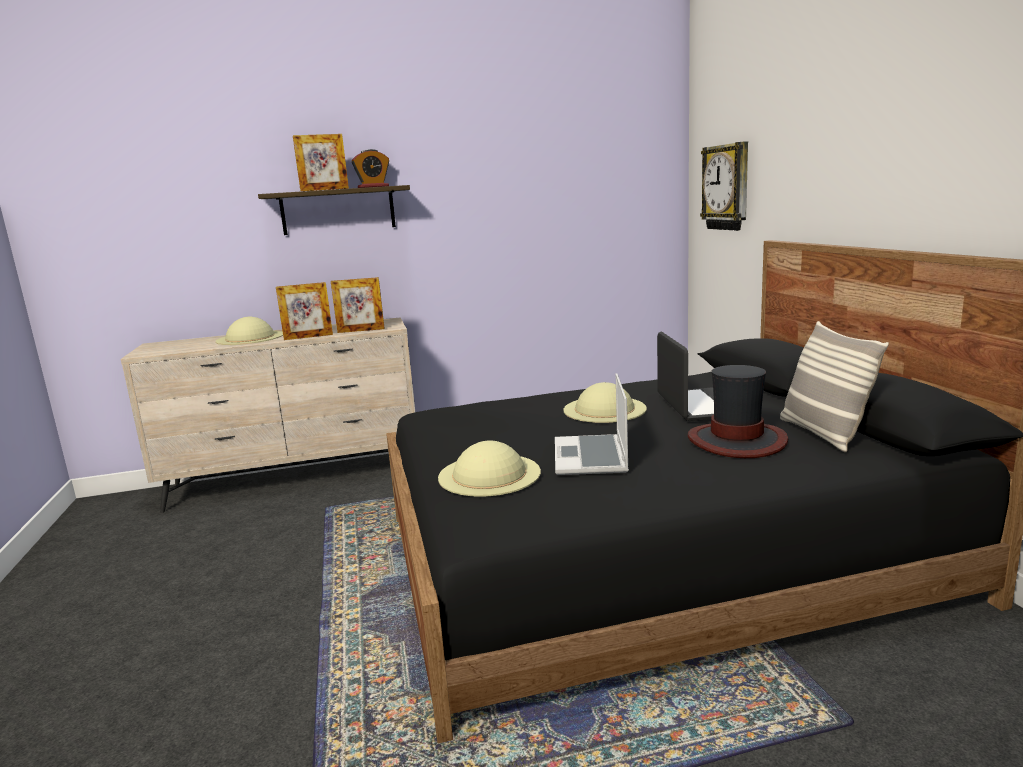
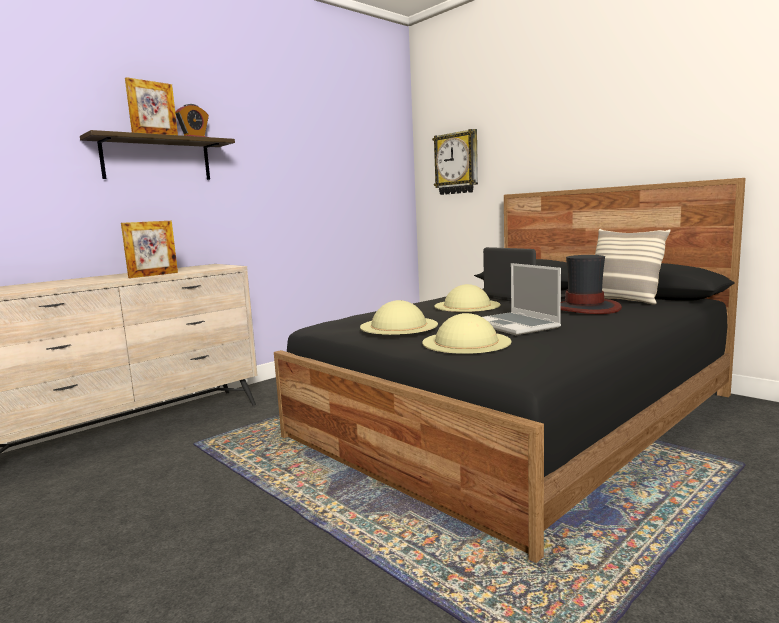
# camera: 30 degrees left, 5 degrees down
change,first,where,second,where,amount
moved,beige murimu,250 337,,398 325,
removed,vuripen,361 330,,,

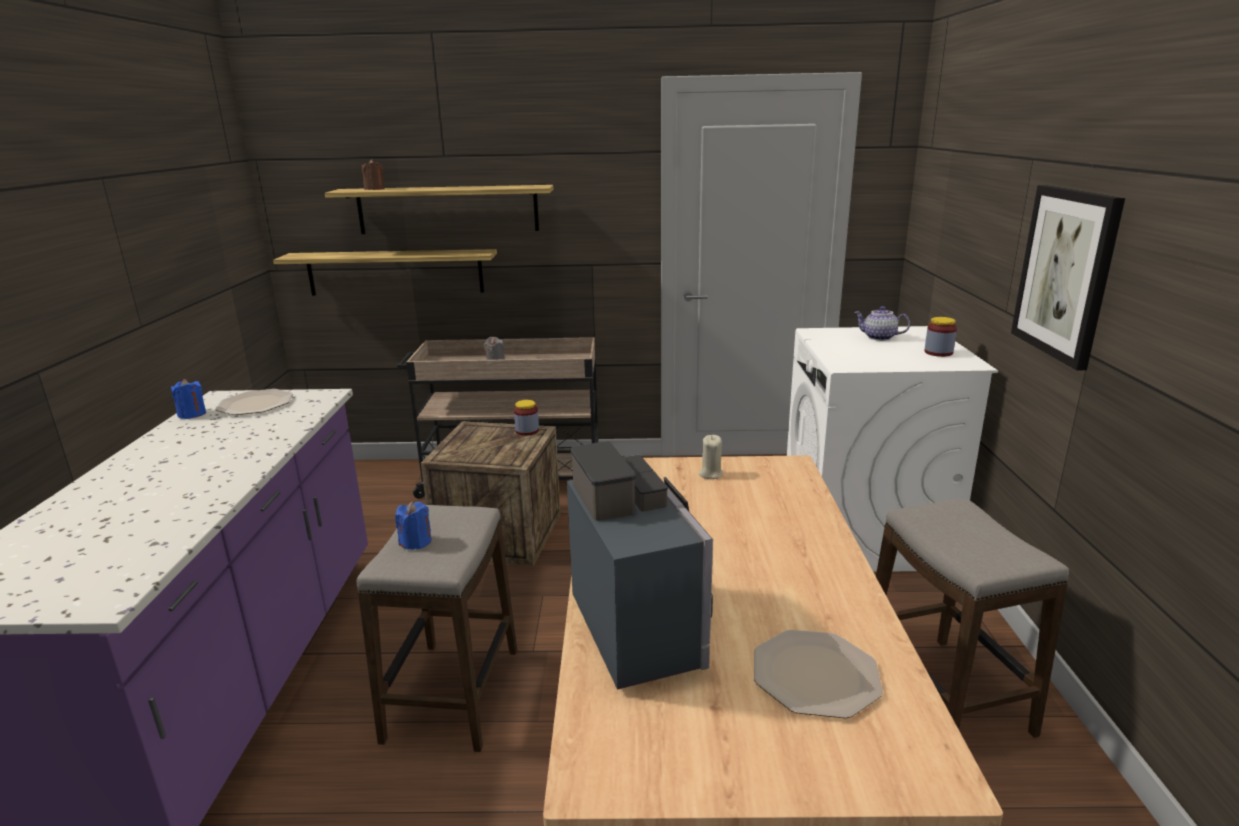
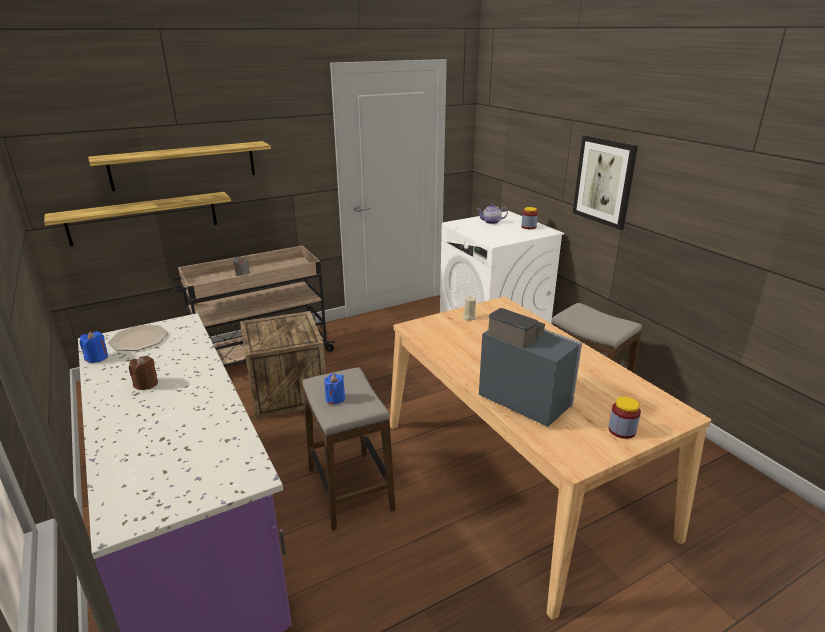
# camera: 30 degrees left, 5 degrees up
change,first,where,second,where,amount
moved,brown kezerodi,374 189,,146 384,
moved,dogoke,527 431,,622 430,
removed,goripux,814 674,,,

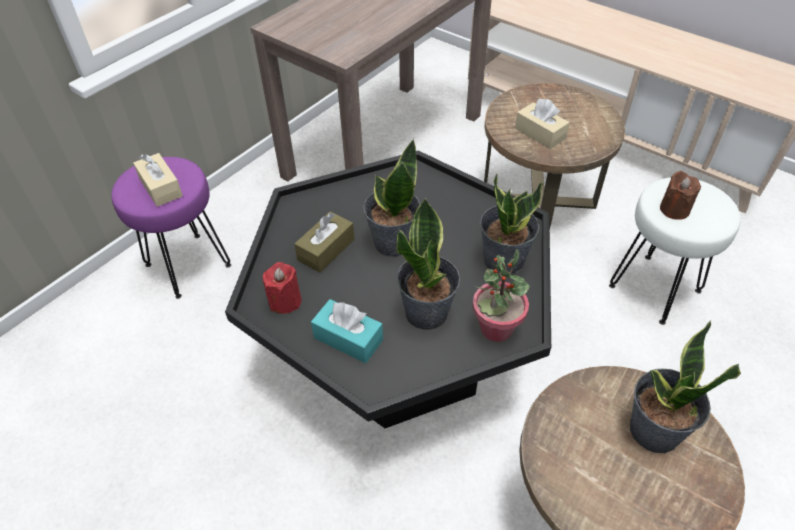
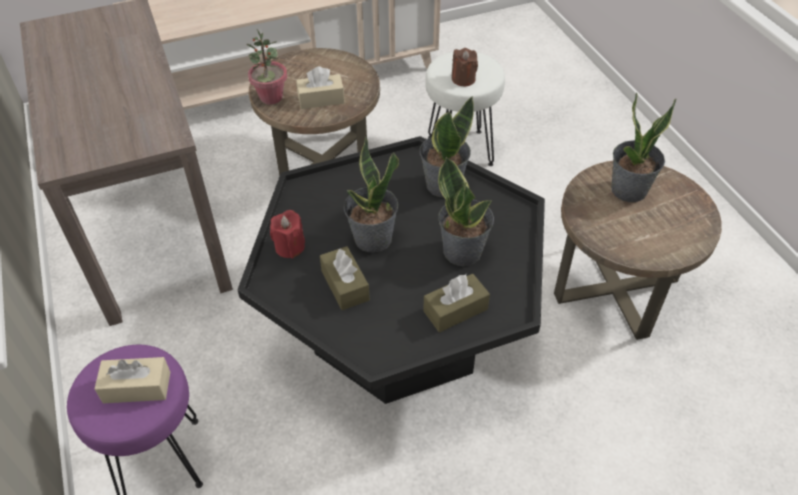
# camera: 60 degrees left, 0 degrees up
change,first,where,second,where,amount
moved,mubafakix,496 329,,271 97,
moved,red kezerodi,285 301,,289 247,
recoloured,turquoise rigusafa,348 338,brown rigusafa,455 310,

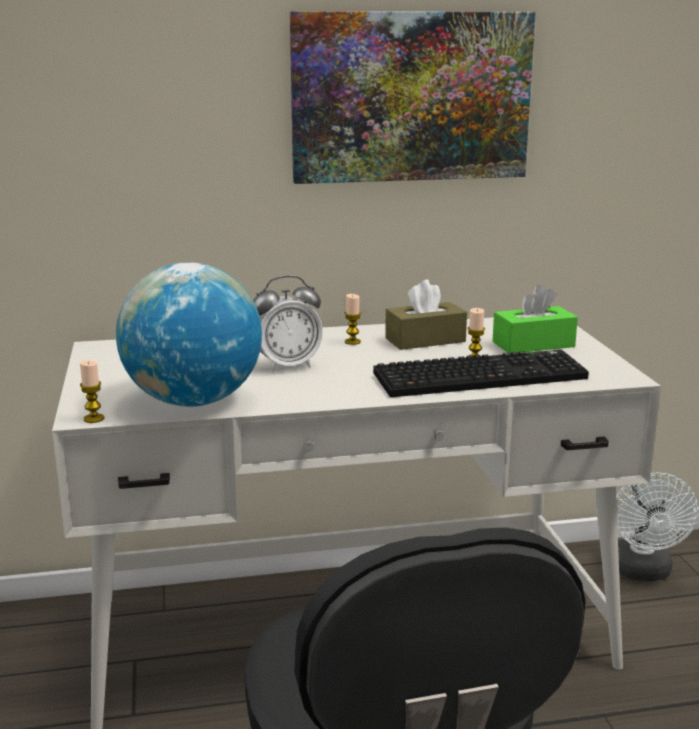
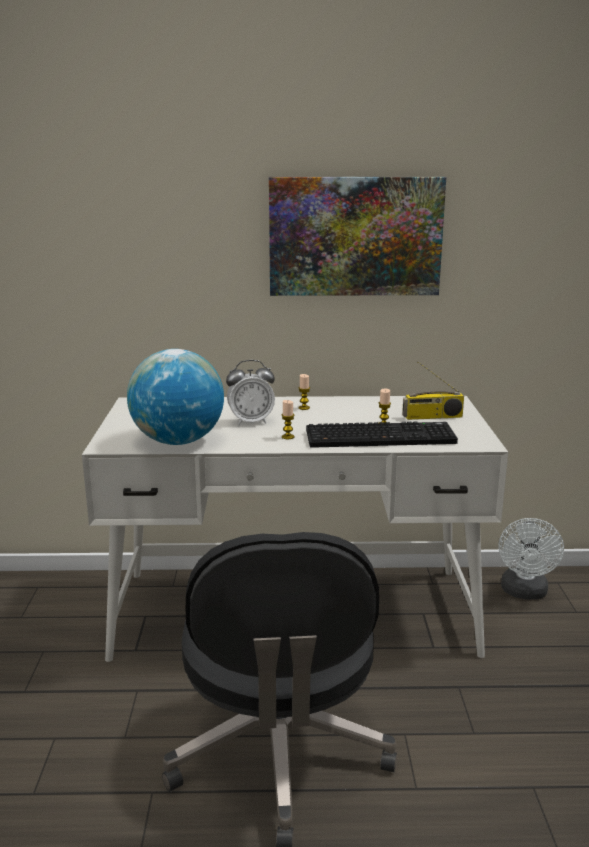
# camera: 10 degrees right, 0 degrees up
change,first,where,second,where,amount
moved,kezerodi,94 419,,288 437,
replaced,green rigusafa,533 344,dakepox,432 417,
removed,brown rigusafa,425 340,,,

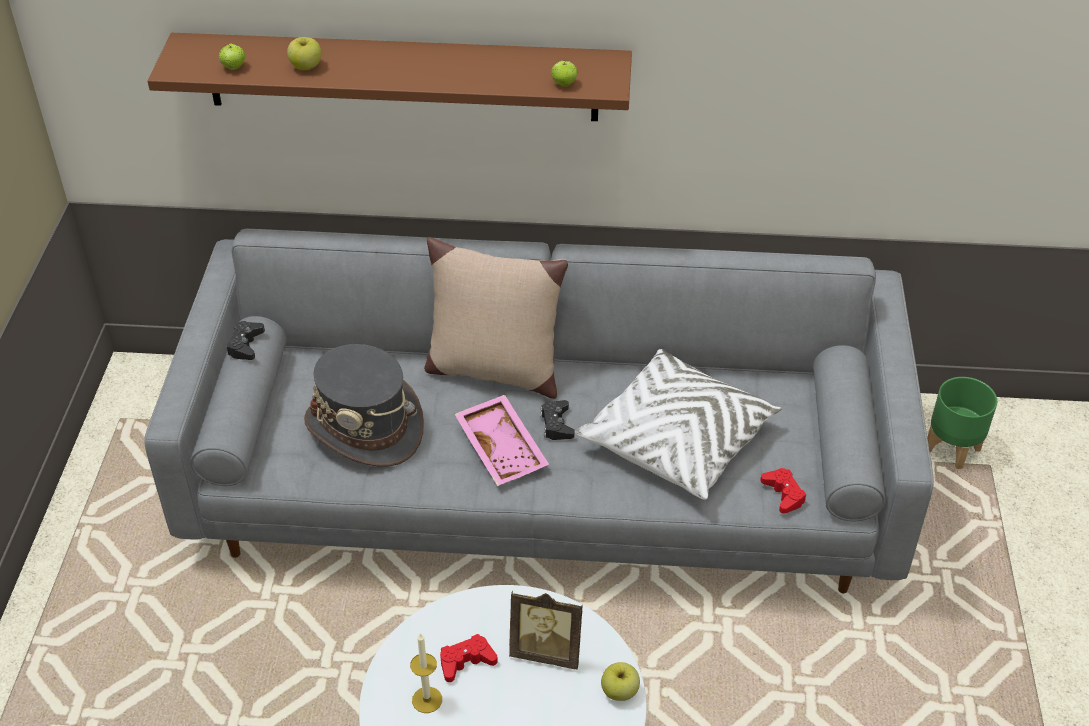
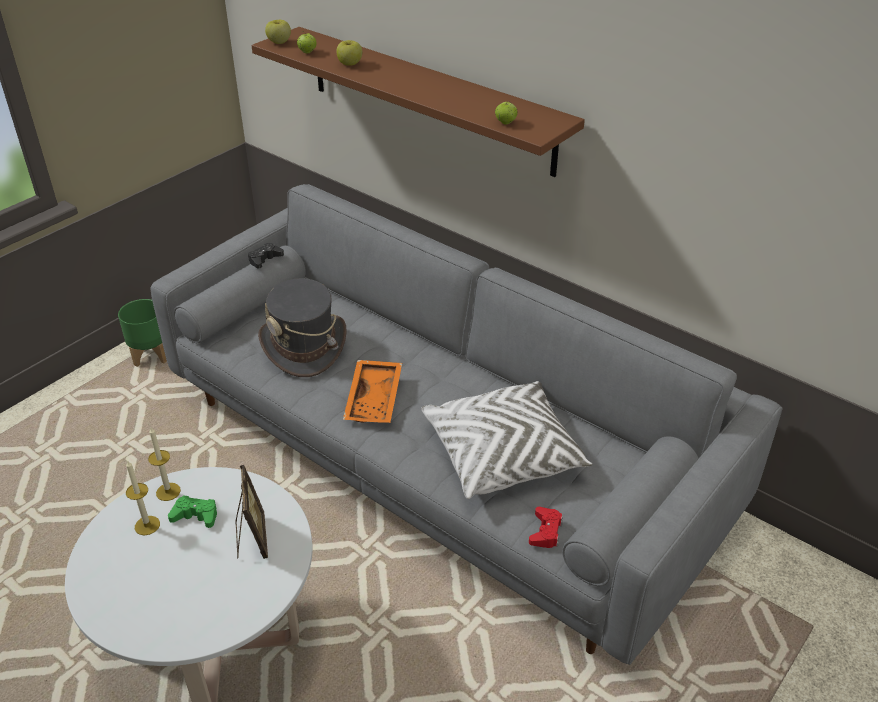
# camera: 35 degrees right, 5 degrees down
change,first,where,second,where,amount
moved,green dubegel,952 449,,152 356,
added,,,kezerodi,168 491,
recoloured,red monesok,466 661,green monesok,195 516,
turned,vuripen,547 651,,251 539,150 degrees counterclockwise
moved,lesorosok,620 692,,279 42,
recoloured,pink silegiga,503 448,orange silegiga,375 399,
removed,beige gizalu,493 370,,,
removed,black monesok,556 424,,,

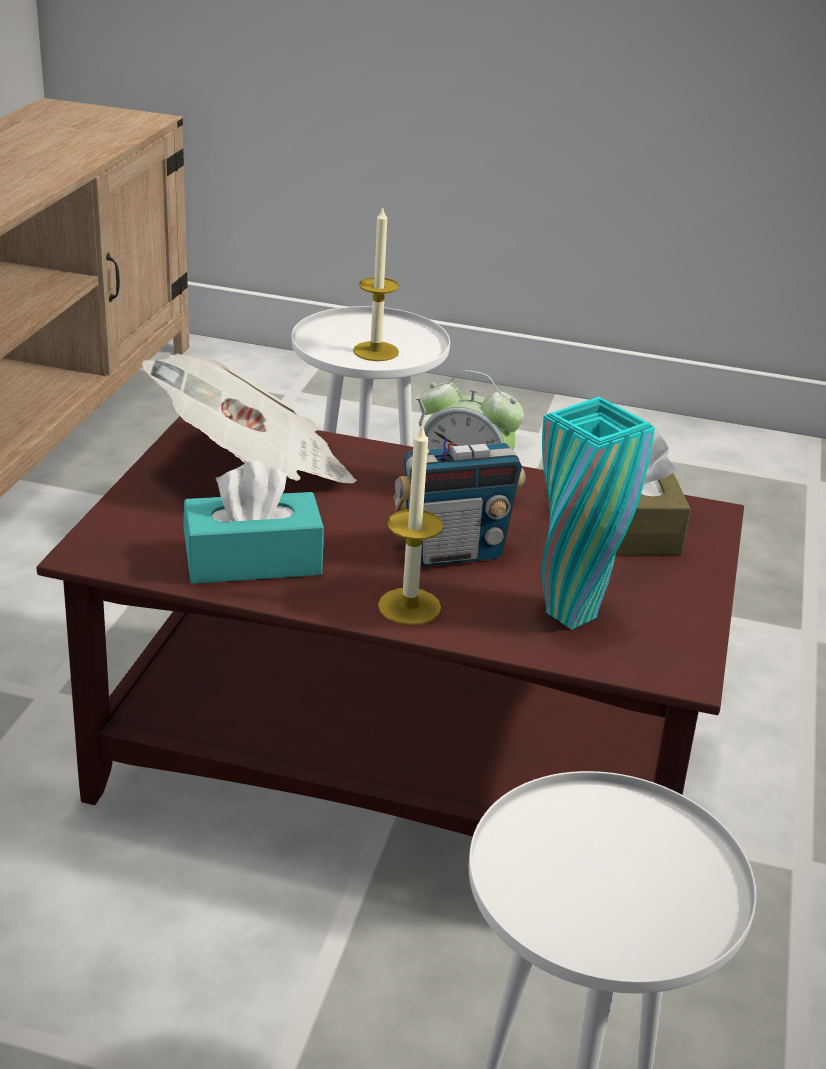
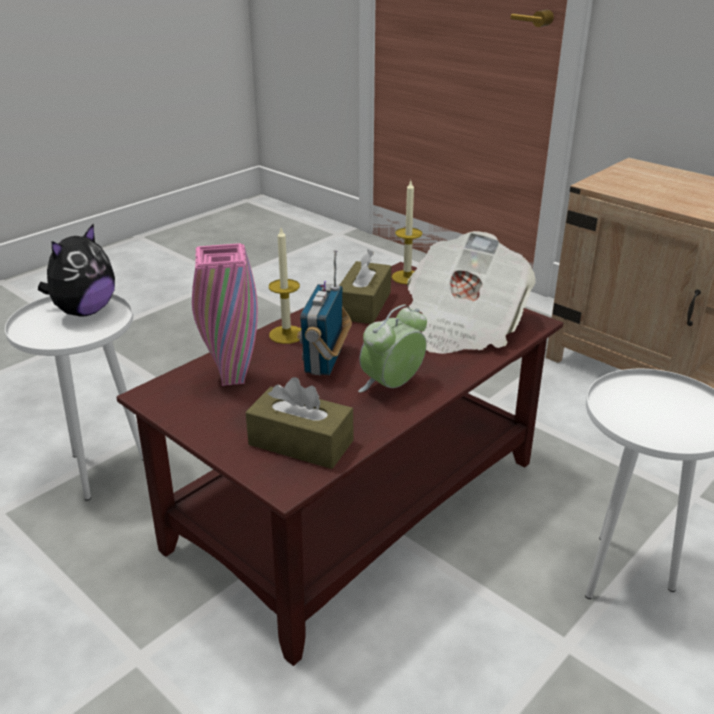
# camera: 120 degrees right, 0 degrees up
change,first,where,second,where,amount
added,,,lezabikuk,84 311,
recoloured,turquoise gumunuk,571 615,pink gumunuk,232 378,
recoloured,turquoise rigusafa,253 561,brown rigusafa,364 305,
moved,kezerodi,376 351,,407 277,

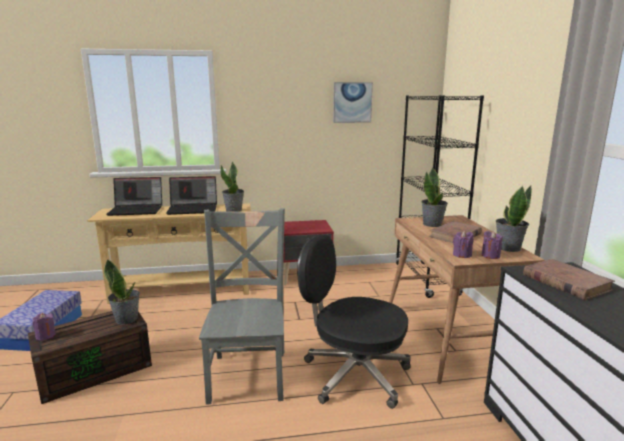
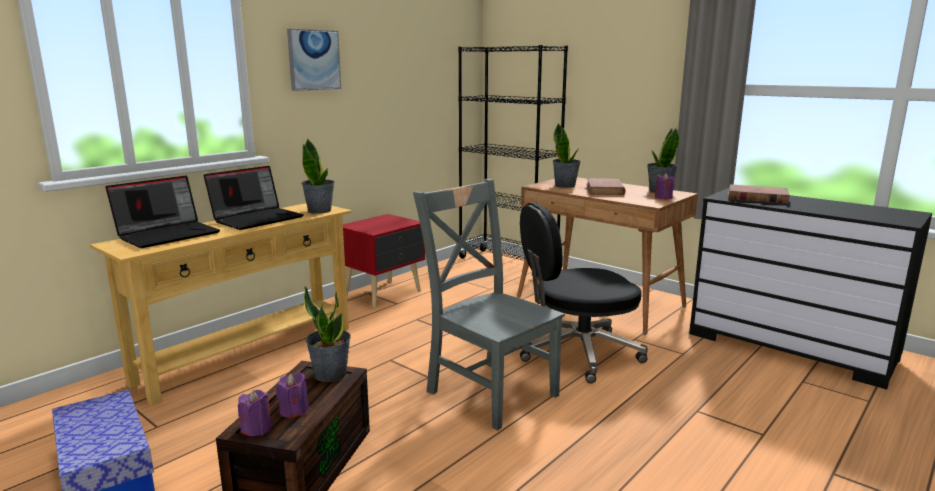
# camera: 40 degrees left, 0 degrees up
change,first,where,second,where,amount
moved,purple kezerodi,462 255,,294 410,
moved,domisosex,352 102,,314 60,

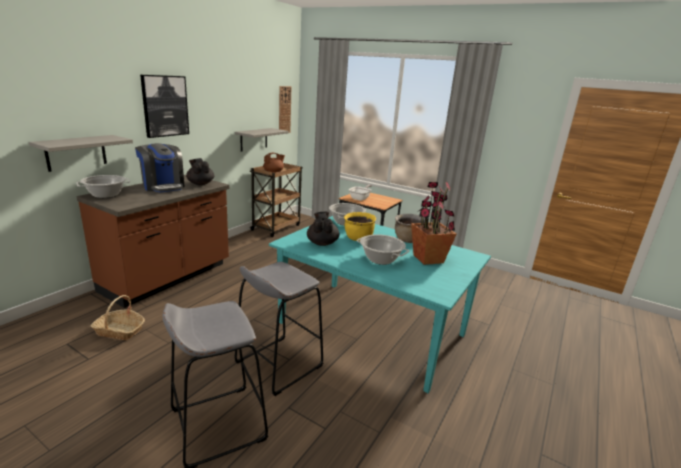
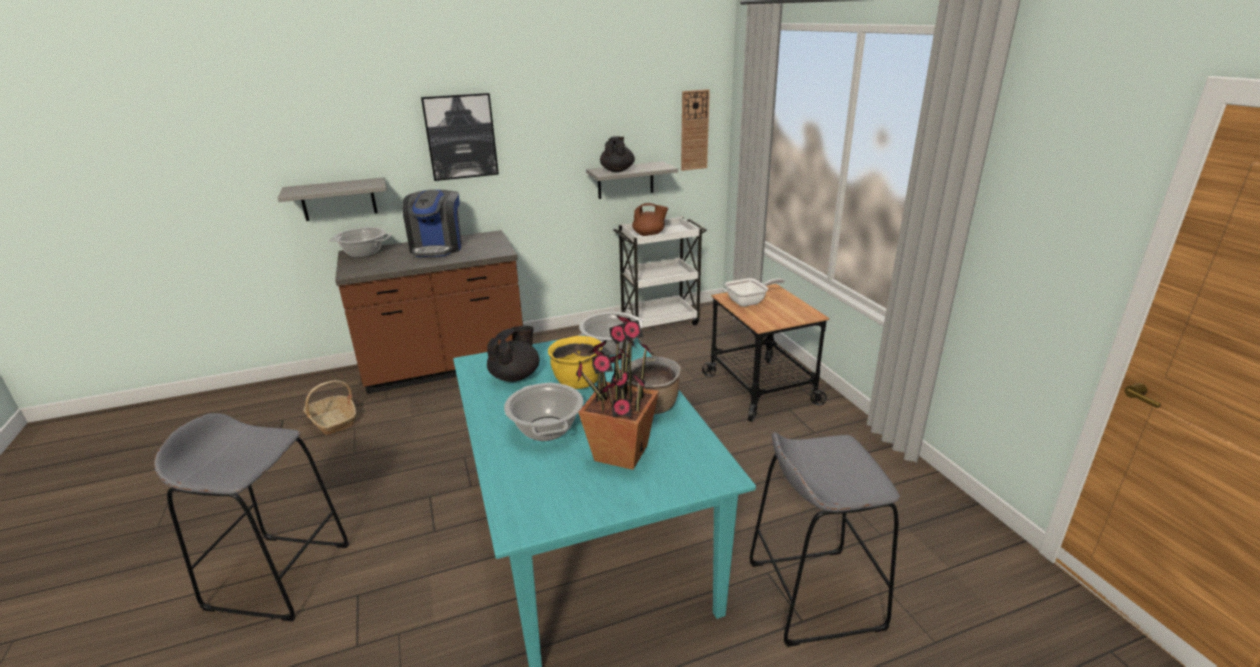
# camera: 40 degrees right, 5 degrees up
change,first,where,second,where,amount
moved,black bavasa,200 183,,617 170,
recoloured,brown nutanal,276 227,white nutanal,660 321,
moved,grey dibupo,278 364,,814 594,

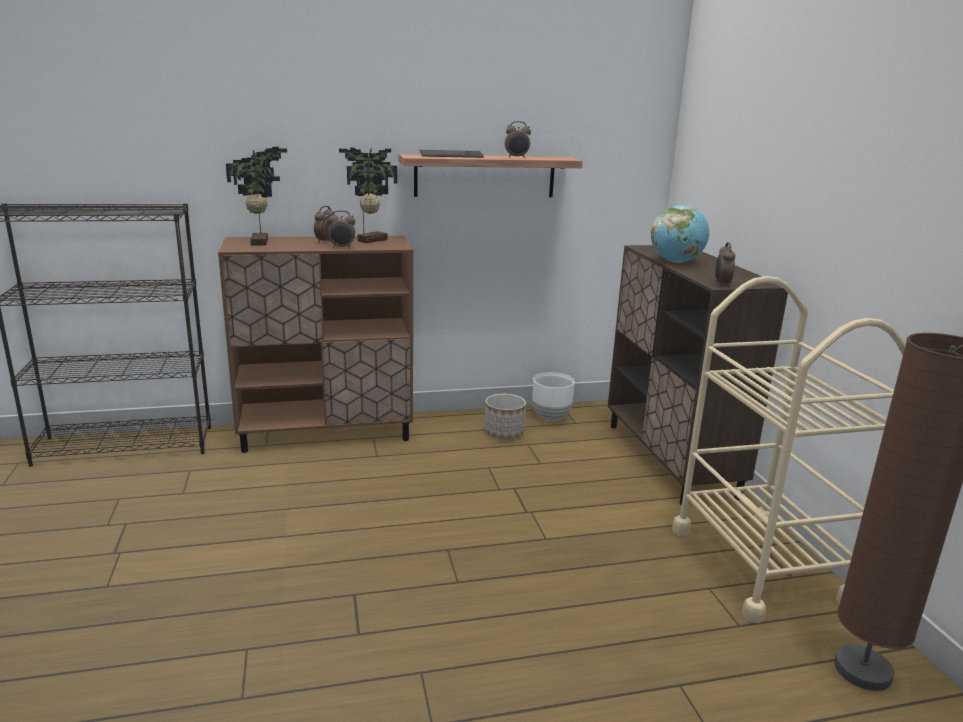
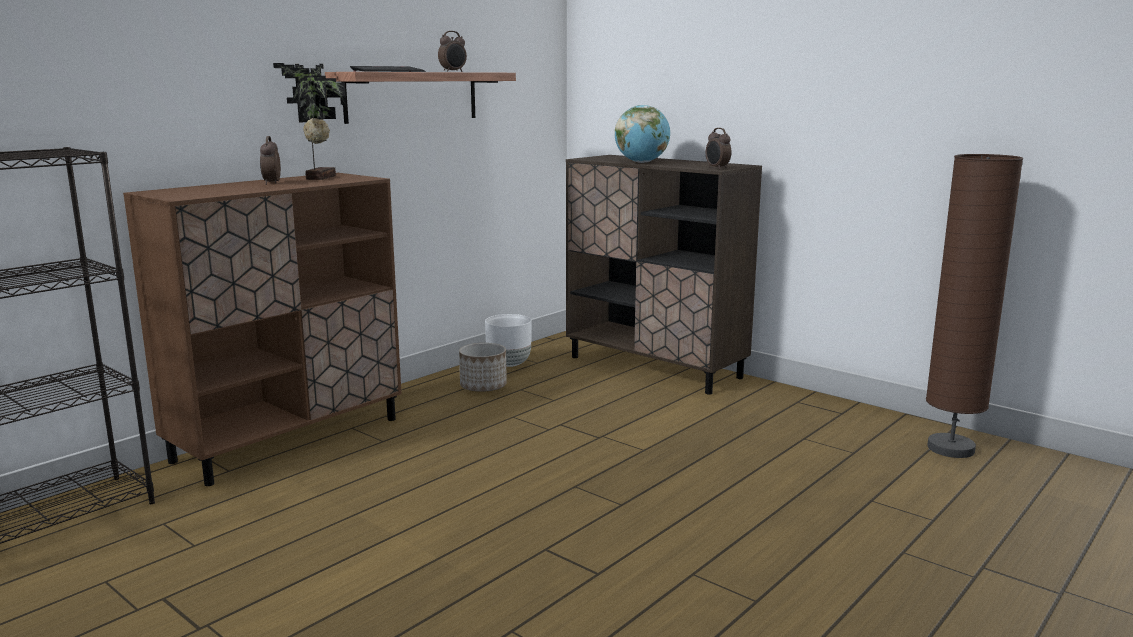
# camera: 35 degrees left, 5 degrees down
change,first,where,second,where,amount
removed,mubafakix,261 242,,,
removed,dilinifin,342 247,,,
removed,beige nutanal,758 565,,,

